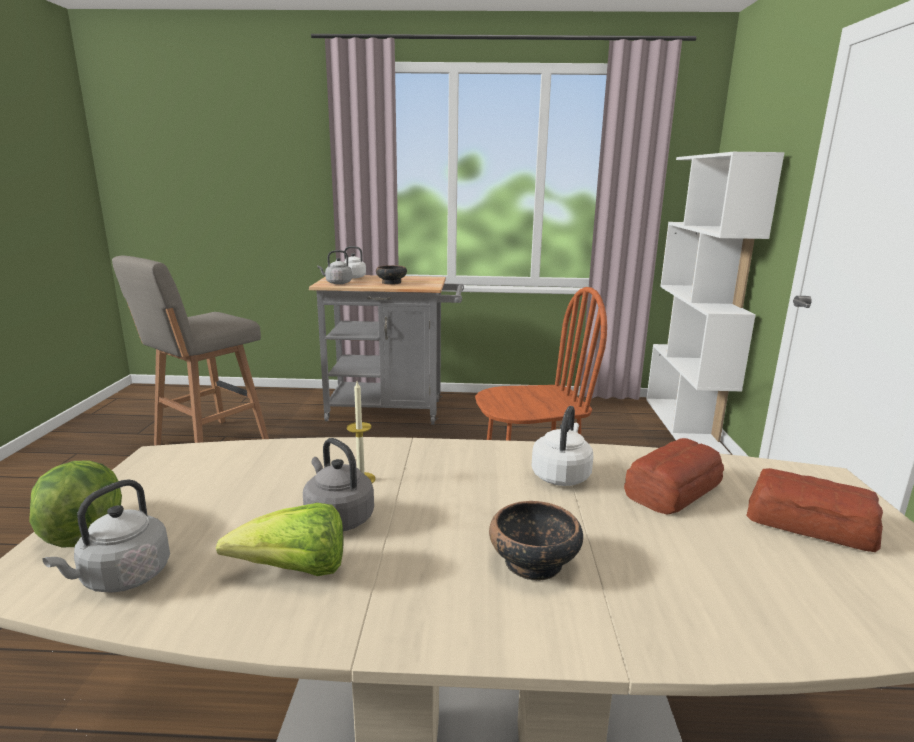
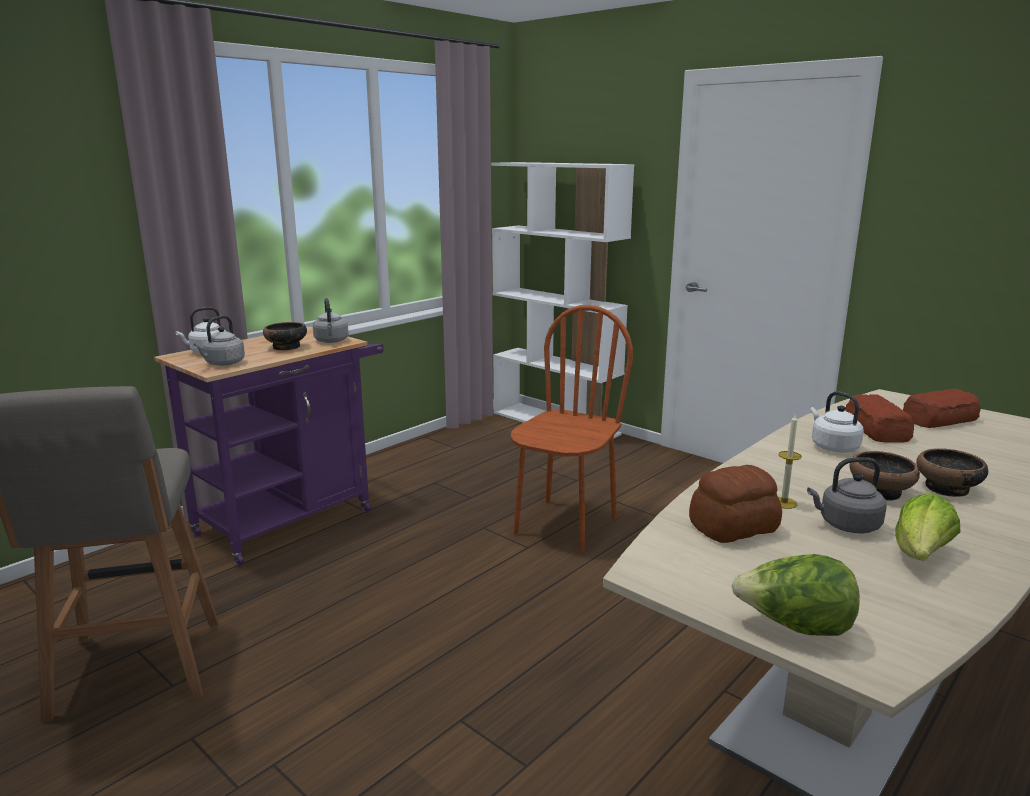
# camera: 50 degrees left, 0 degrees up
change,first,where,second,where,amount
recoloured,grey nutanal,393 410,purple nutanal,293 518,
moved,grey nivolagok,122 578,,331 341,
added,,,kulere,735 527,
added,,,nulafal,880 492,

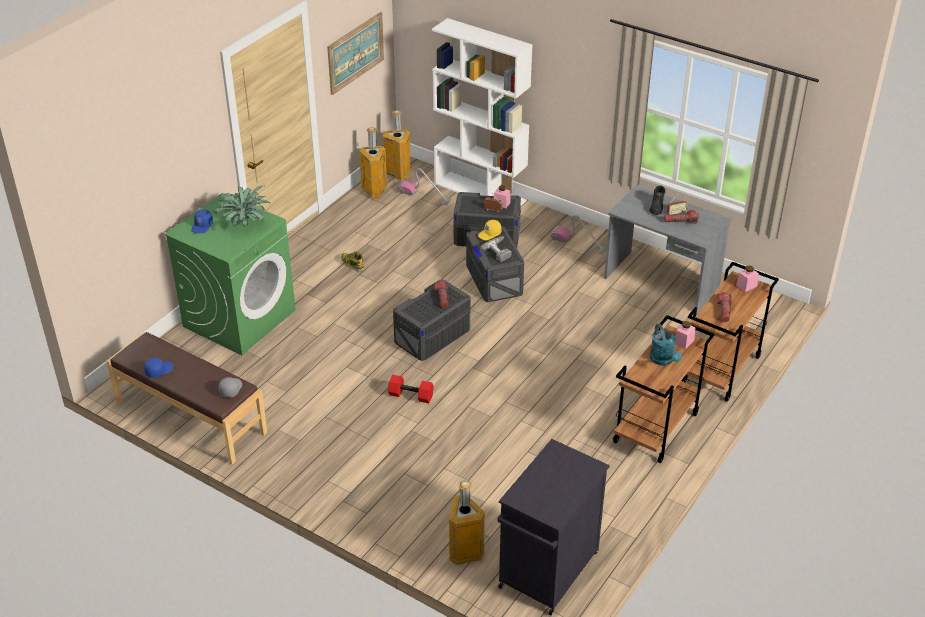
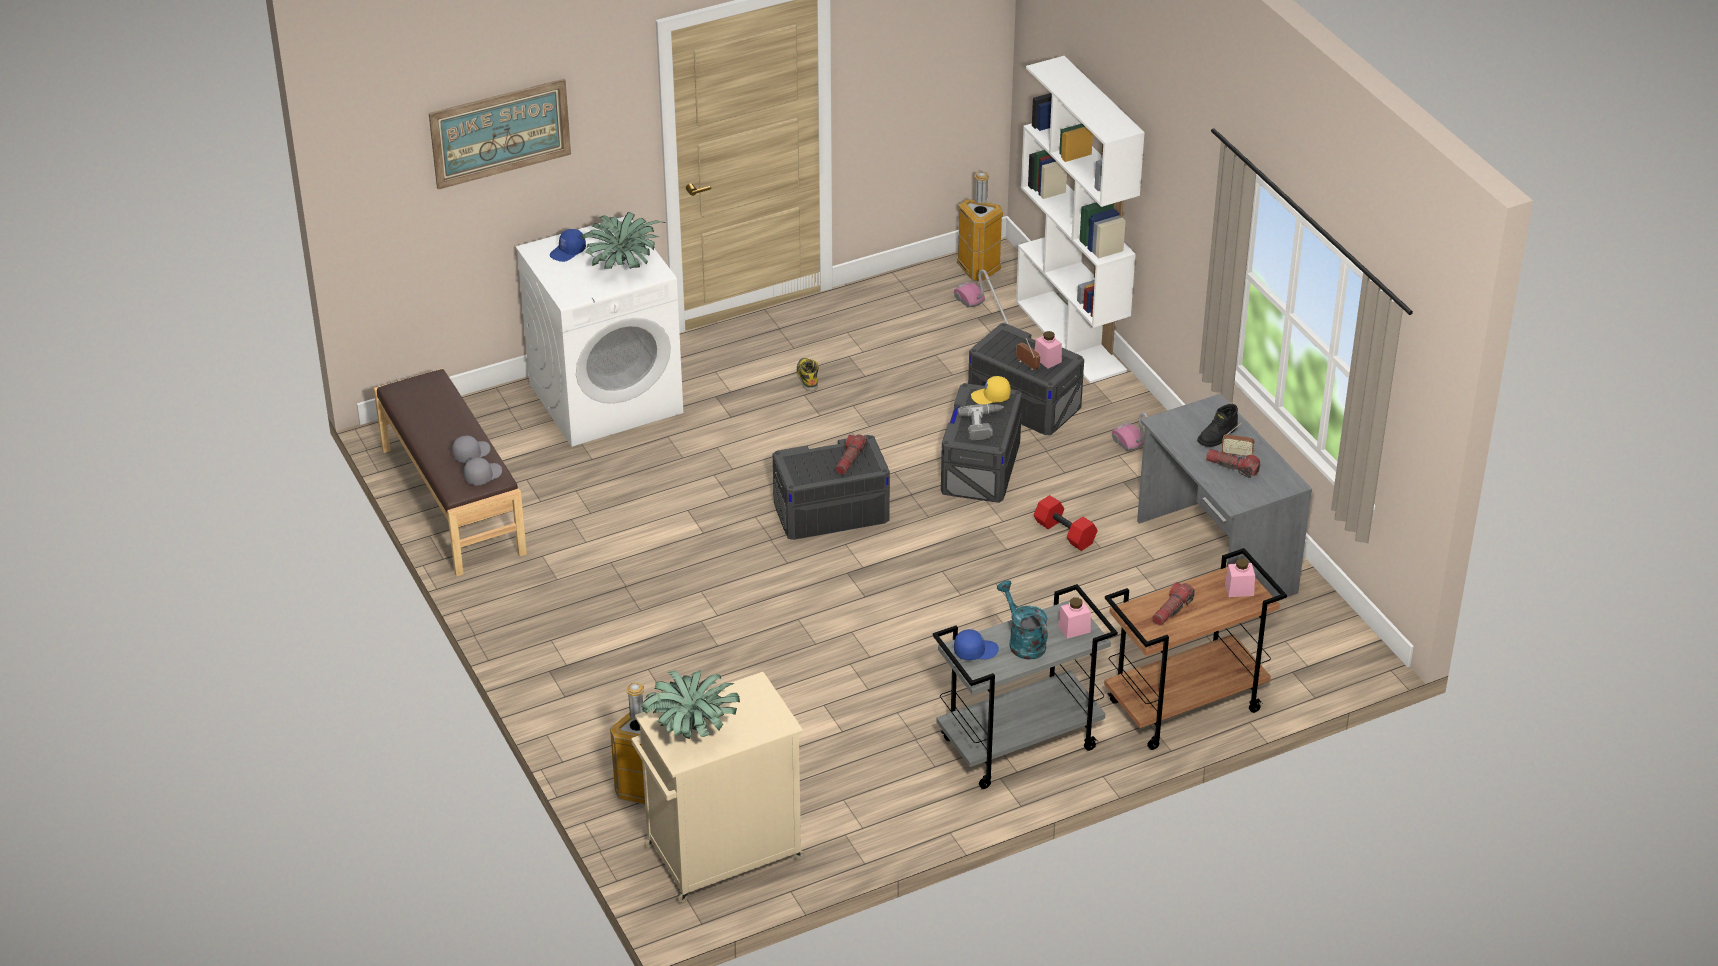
# camera: 30 degrees right, 0 degrees up
change,first,where,second,where,amount
moved,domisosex,355 52,,500 133,
added,,,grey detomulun,471 453,
recoloured,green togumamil,239 318,white togumamil,606 397,
recoloured,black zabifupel,547 571,beige zabifupel,721 853,
added,,,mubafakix,691 729,
recoloured,brown nutanal,656 429,grey nutanal,1018 745,
moved,blue detomulun,158 370,,975 650,
turned,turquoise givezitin,663 360,,1023 641,135 degrees clockwise
moved,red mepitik,410 396,,1063 533,
removed,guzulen,374 191,,,

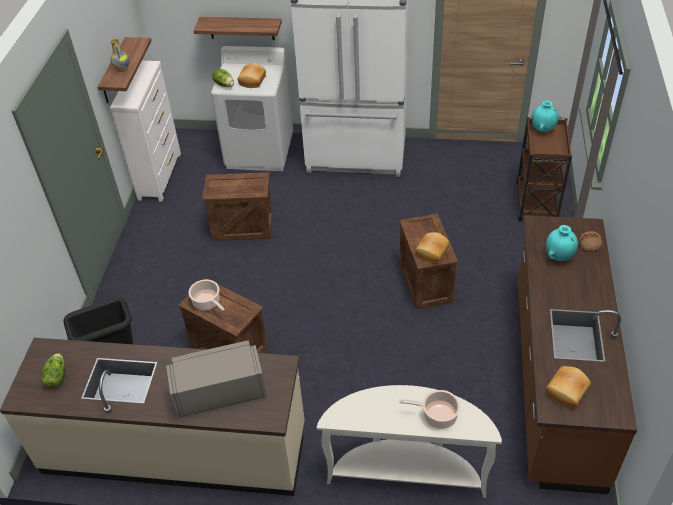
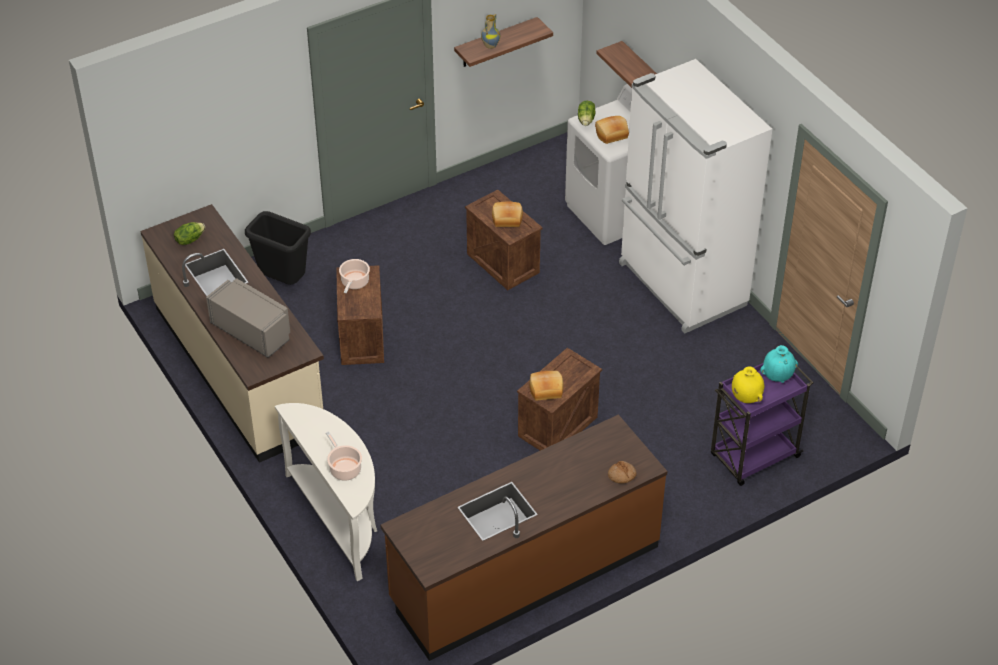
# camera: 50 degrees right, 0 degrees up
change,first,where,second,where,amount
moved,kulere,567 392,,507 220,
recoloured,brown nutanal,536 203,purple nutanal,753 457,
added,,,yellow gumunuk,746 398,
removed,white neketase,160 175,,,
removed,turquoise gumunuk,559 256,,,

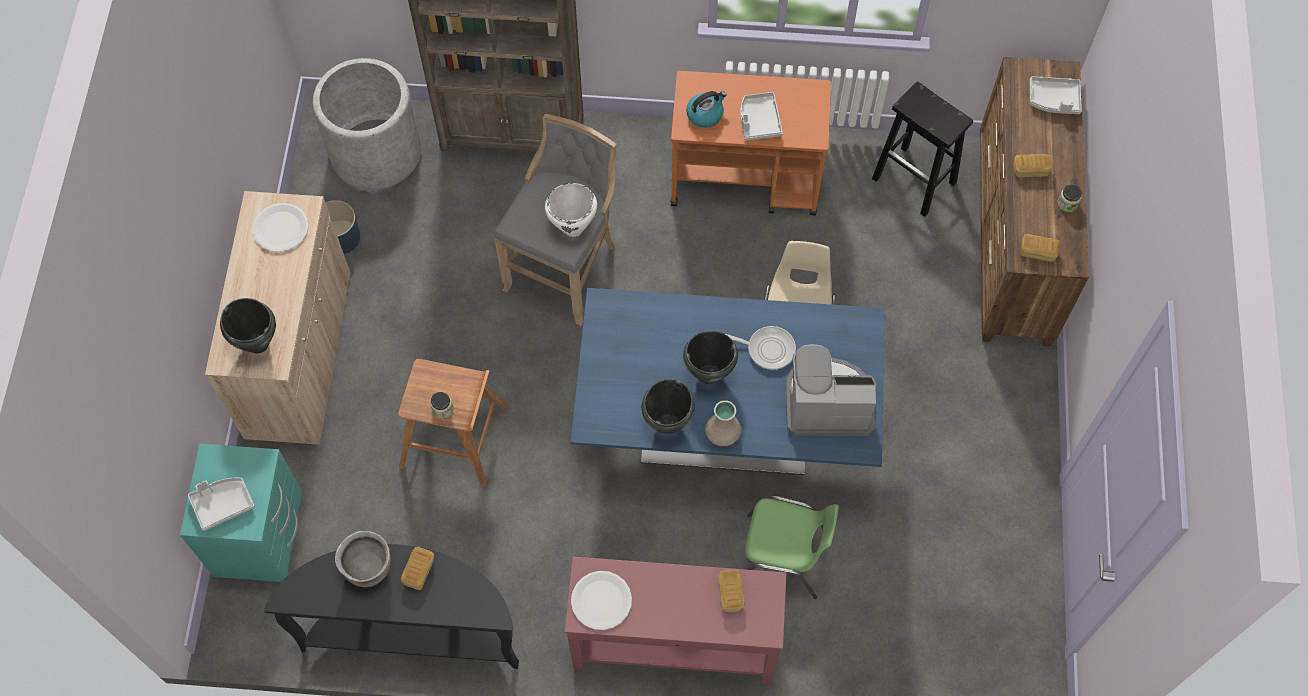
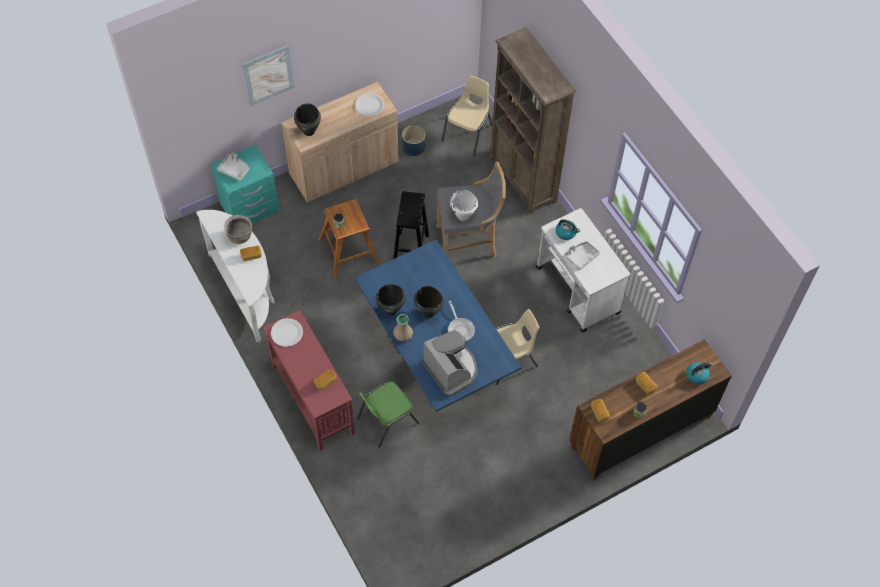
# camera: 55 degrees right, 5 degrees down
change,first,where,second,where,amount
recoloured,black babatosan,413 631,white babatosan,247 291,
added,,,domisosex,268 75,
turned,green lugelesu,783 558,,386 420,75 degrees clockwise
moved,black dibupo,915 181,,411 250,
replaced,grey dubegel,376 151,beige lugelesu,468 133,
recoloured,orange nutanal,746 179,white nutanal,578 291,
replaced,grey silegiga,1054 100,nivolagok,697 375,

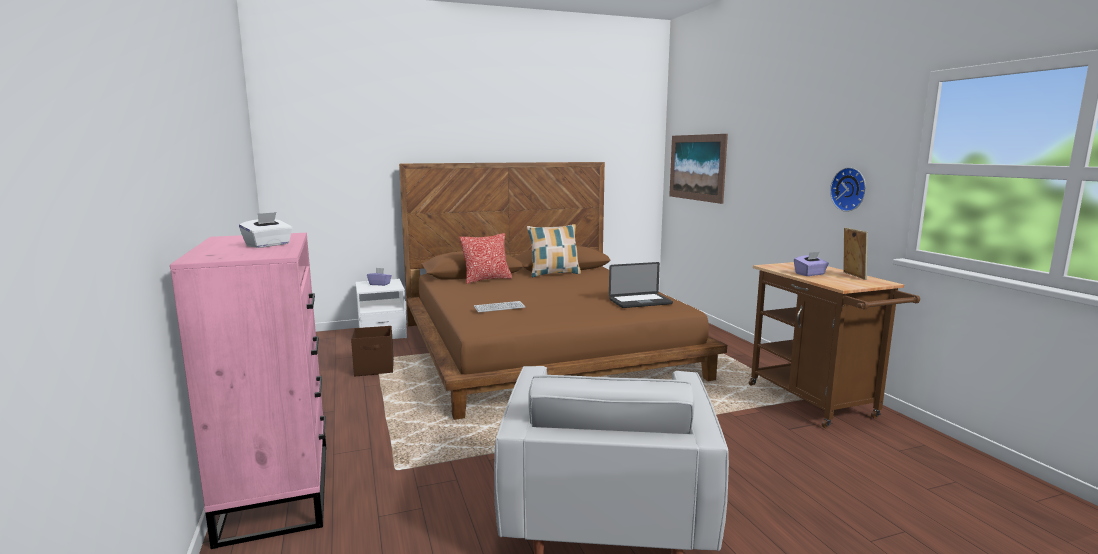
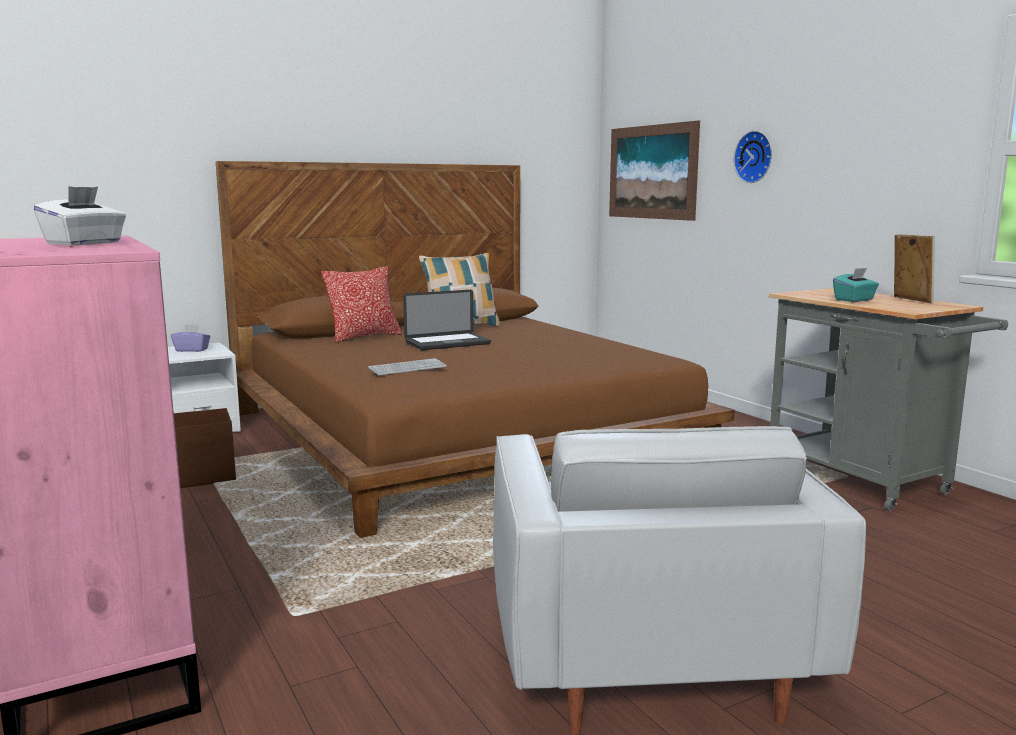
# camera: 10 degrees left, 0 degrees up
change,first,where,second,where,amount
moved,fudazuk,640 302,,447 343,
moved,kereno,850 189,,755 157,
recoloured,brown nutanal,817 404,grey nutanal,864 482,
recoloured,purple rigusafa,810 274,turquoise rigusafa,854 300,

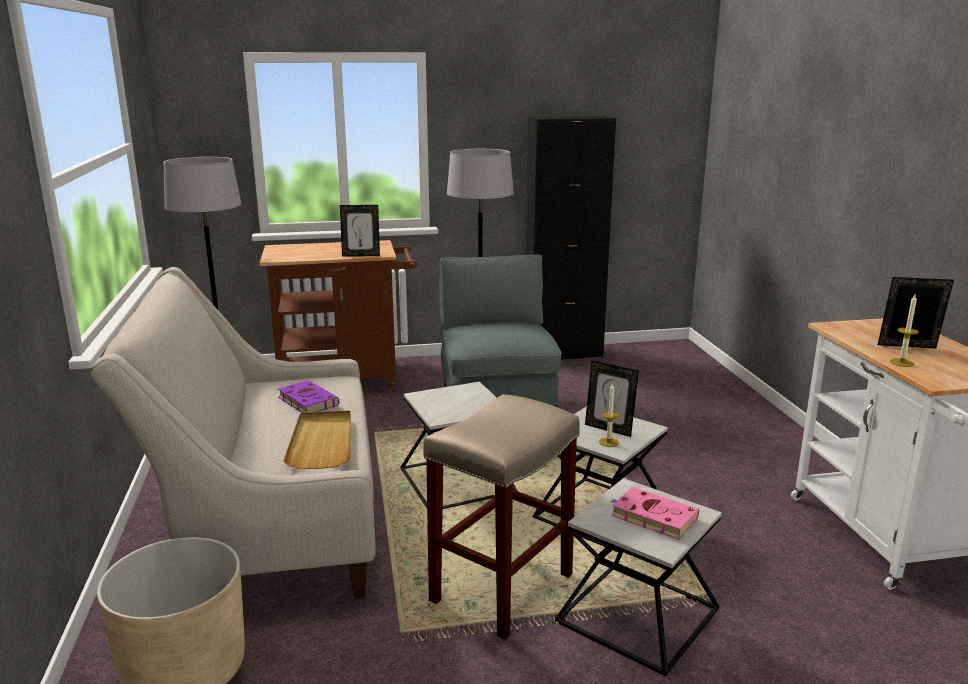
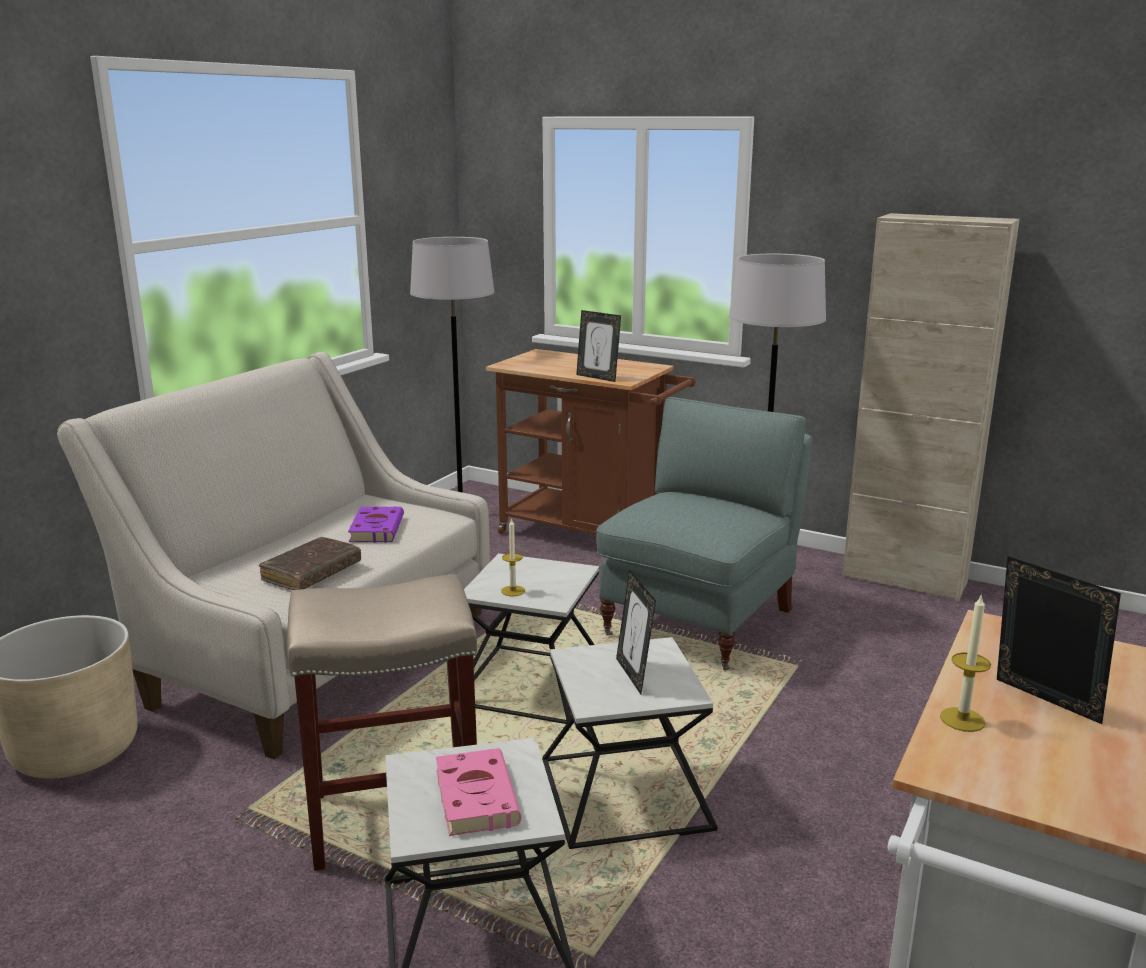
# camera: 40 degrees right, 0 degrees up
change,first,where,second,where,amount
replaced,beige silegiga,322 442,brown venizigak,312 573,
moved,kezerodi,608 442,,513 591,
recoloured,black zabifupel,563 354,beige zabifupel,904 579,

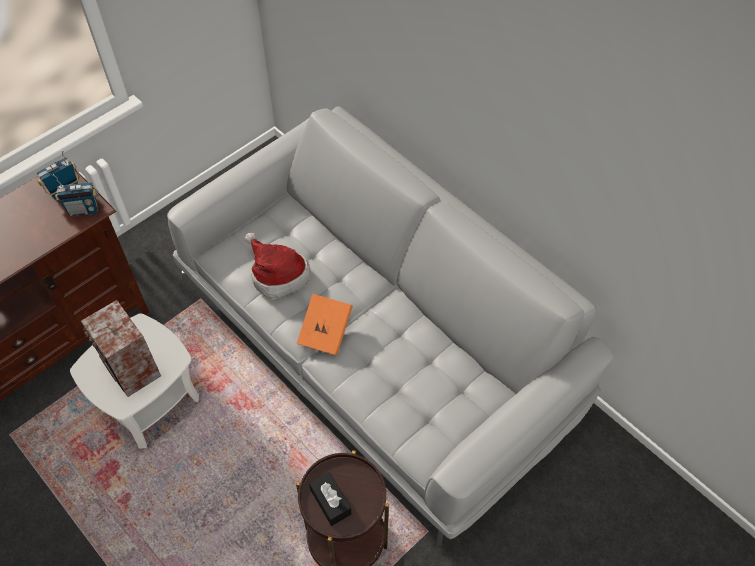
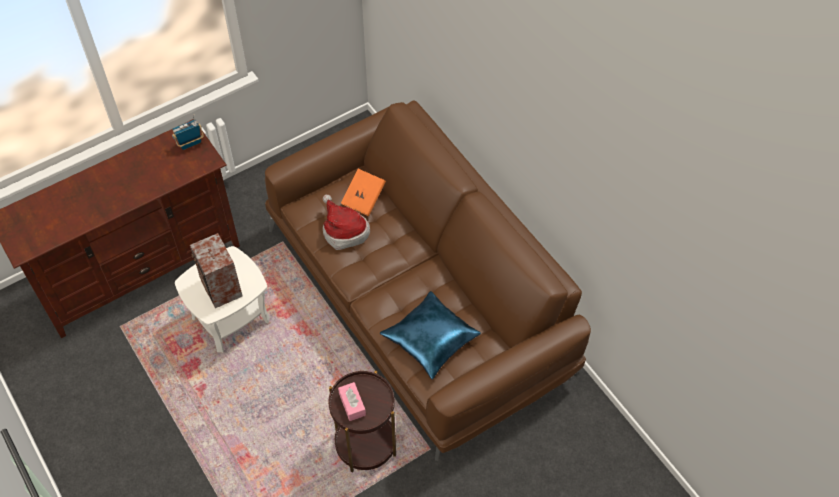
# camera: 10 degrees right, 0 degrees up
change,first,where,second,where,amount
recoloured,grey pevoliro,376 346,brown pevoliro,419 300,
recoloured,black rigusafa,330 502,pink rigusafa,352 404,
moved,orange venizigak,325 332,,364 199,
added,,,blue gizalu,431 339,
removed,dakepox,84 210,,,

